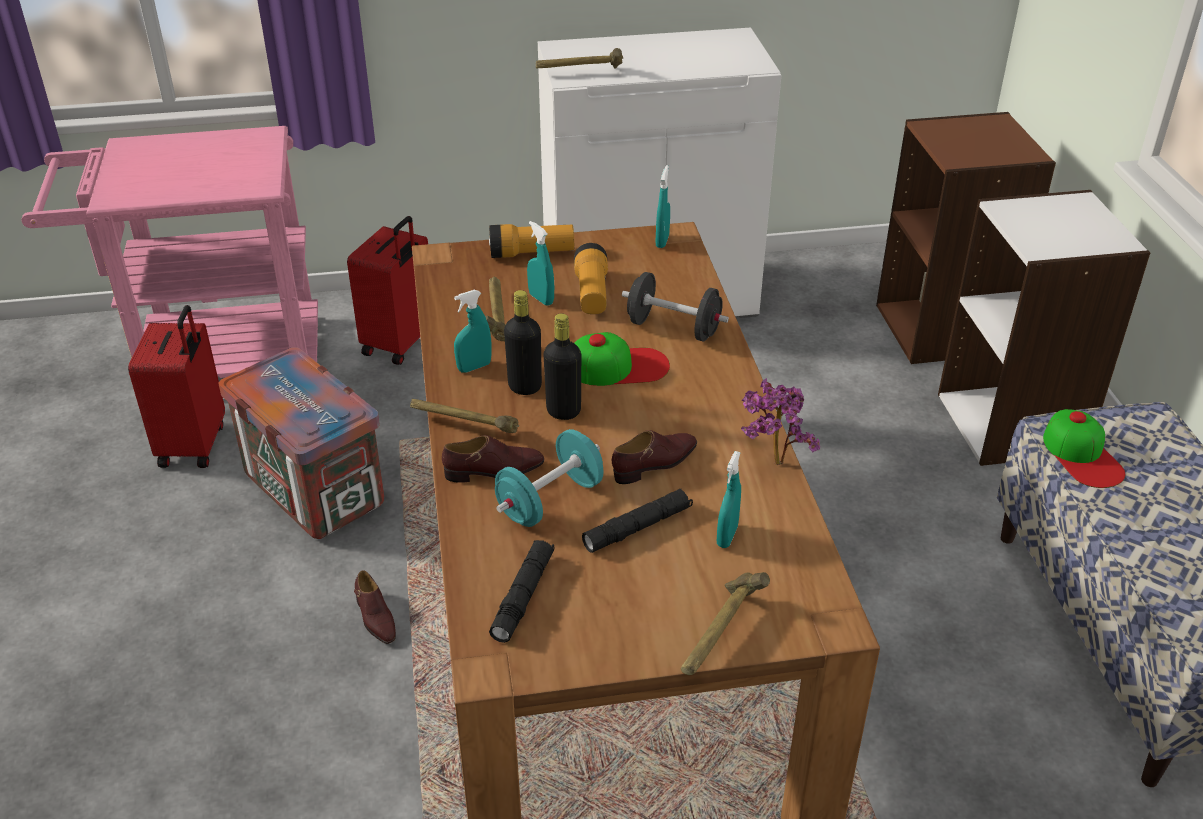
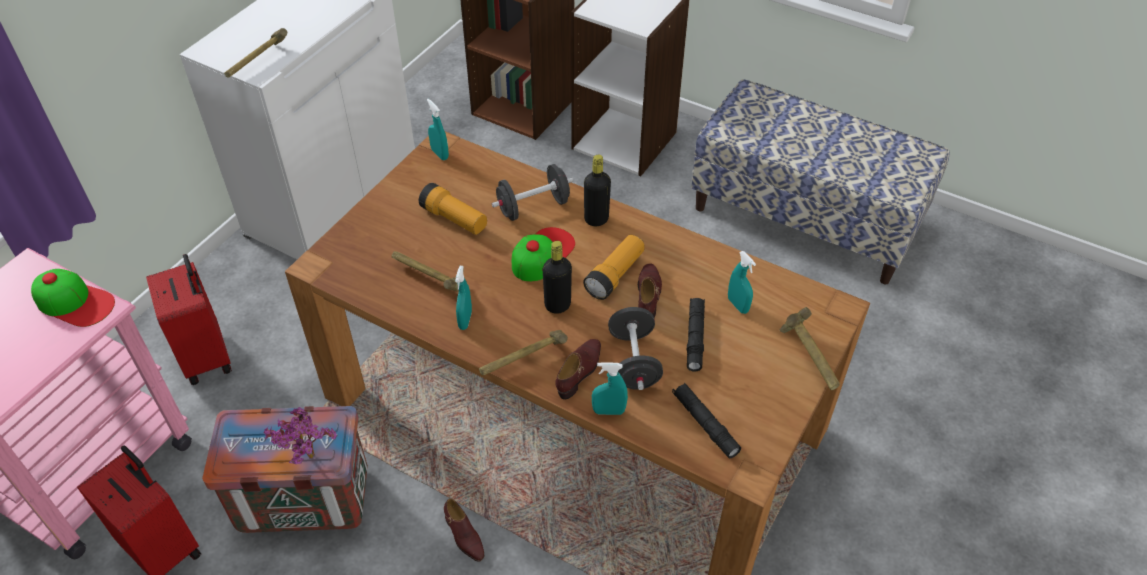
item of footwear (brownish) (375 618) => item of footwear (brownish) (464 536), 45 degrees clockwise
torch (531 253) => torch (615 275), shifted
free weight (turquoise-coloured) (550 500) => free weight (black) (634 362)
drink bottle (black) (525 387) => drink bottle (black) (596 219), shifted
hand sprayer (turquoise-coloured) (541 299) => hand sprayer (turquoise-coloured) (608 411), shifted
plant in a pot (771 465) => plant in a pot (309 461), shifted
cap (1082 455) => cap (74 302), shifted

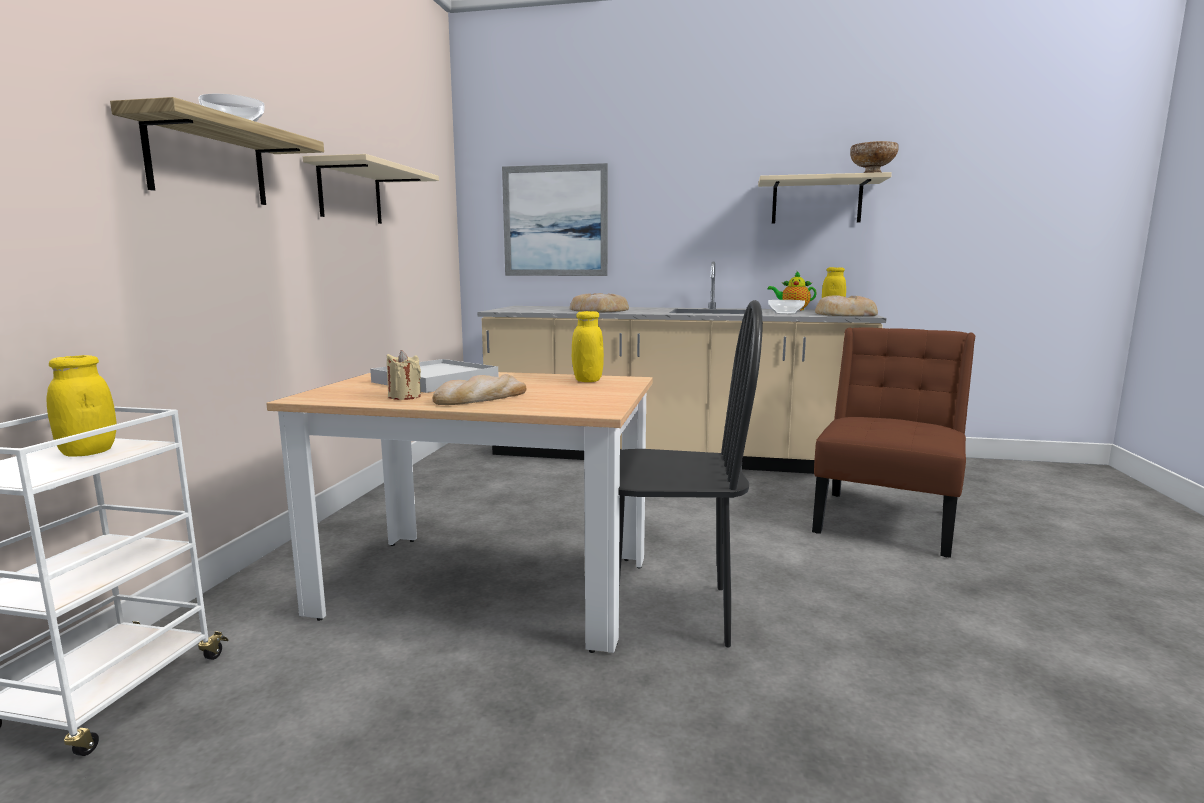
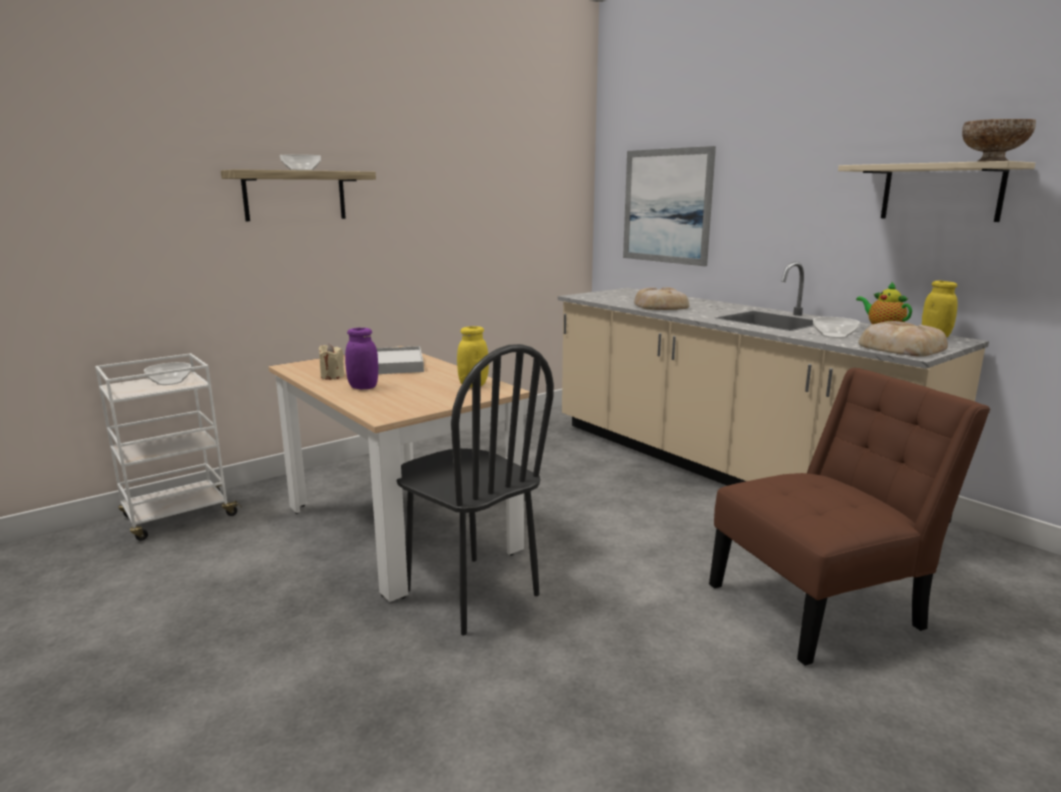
jar (yellowish) (88 452) => serving bowl (169 382)
bracket shelf (beige-coloured) (350 194) => nothing
bakery bread (481 398) => jar (purplish) (363 387)

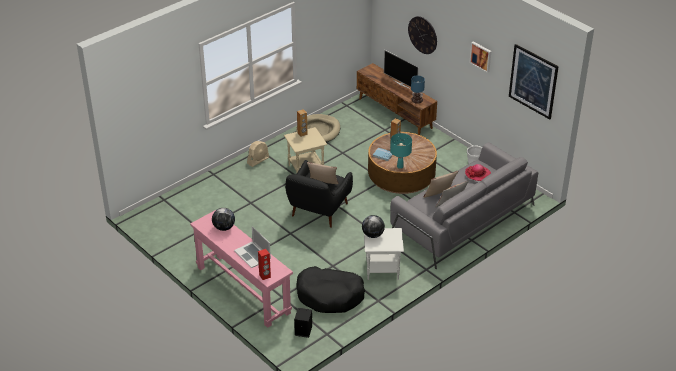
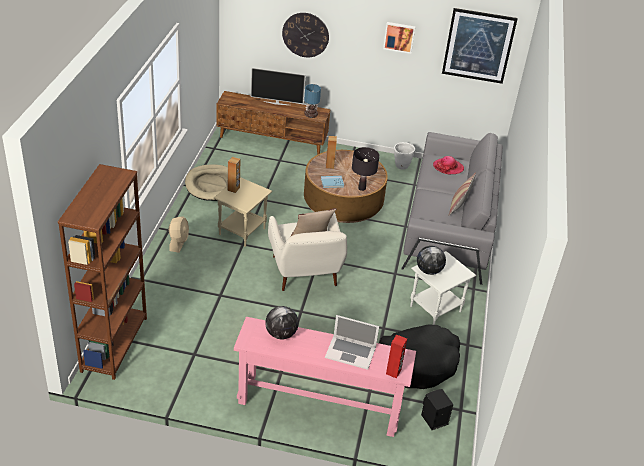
easy chair (black) (318 211) => easy chair (white) (305 273)
lamp for a table (turquoise-coloured) (400 166) => lamp for a table (black) (362 188)
pillow (beige-coloured) (439 195) => nothing
nothing => shelving unit (brownish) (114 344)

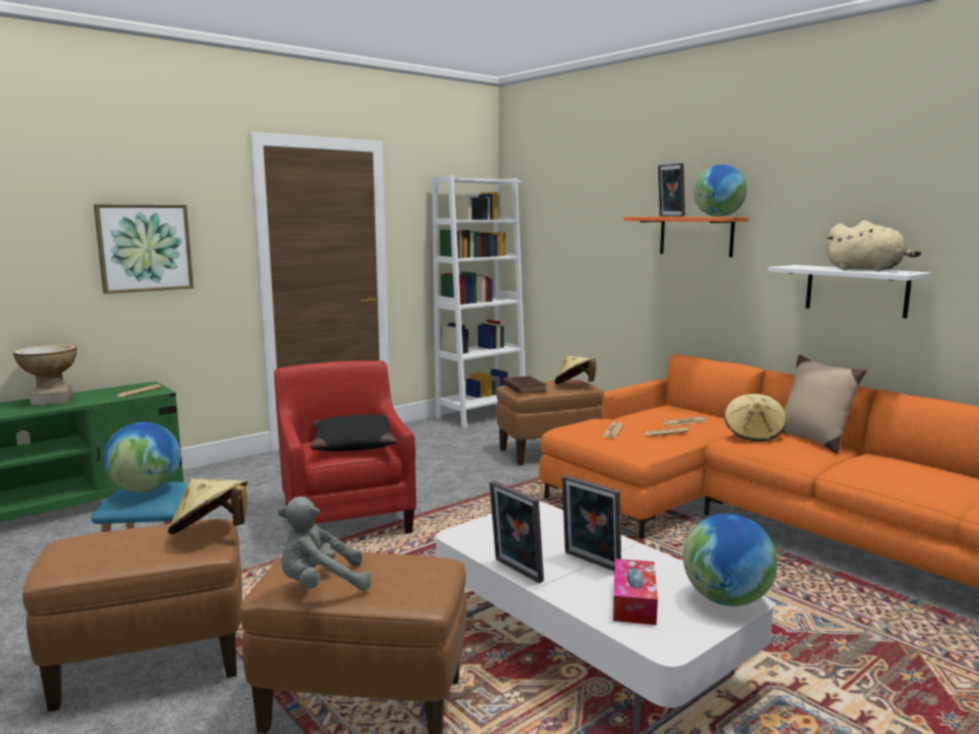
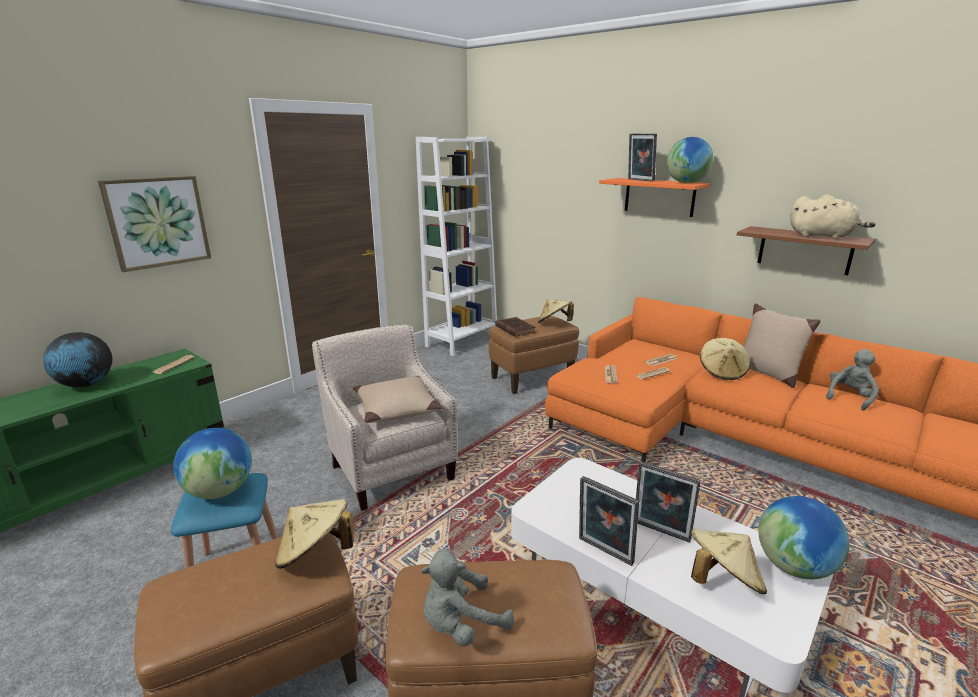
decorative vase (52 401) => world globe (86 384)
easy chair (red-coloured) (348 518) => easy chair (beige-coloured) (391 467)
pillow (black) (353 444) => pillow (beige-coloured) (396 408)
box of tissues (634 602) => hat (beige-coloured) (722 580)
bracket shelf (white) (856 290) => bracket shelf (brownish) (804 250)
nothing => cuddly toy (greyish) (849 397)

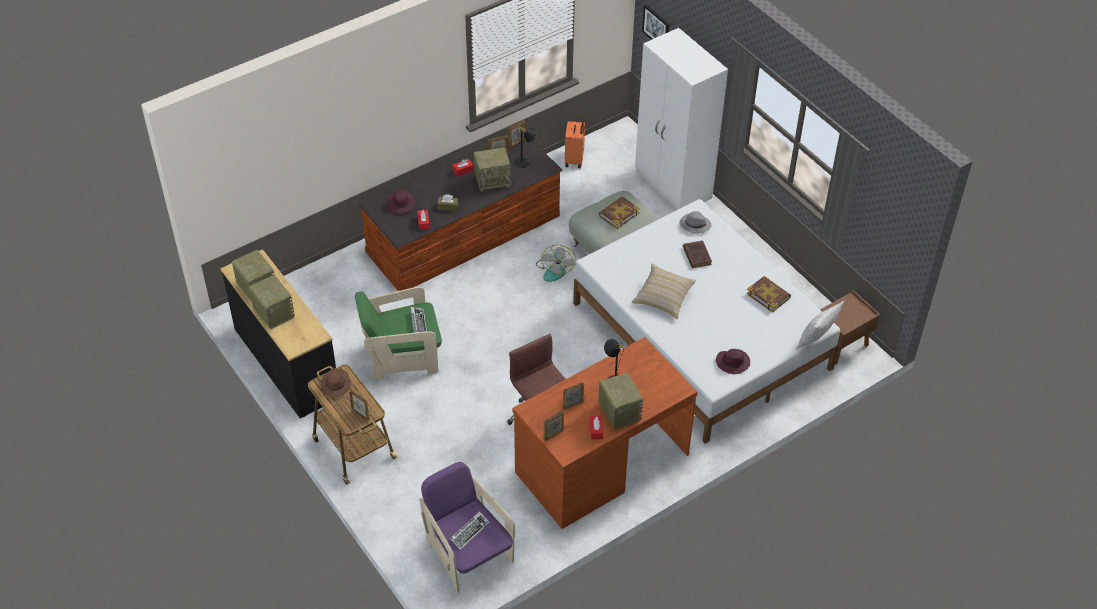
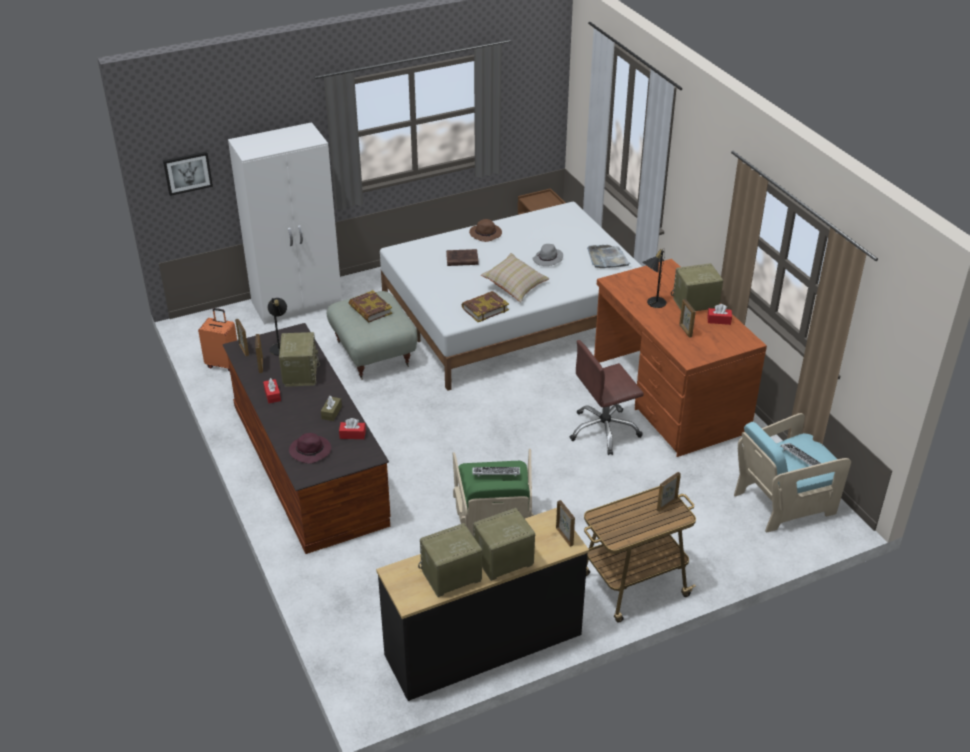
hat (brownish) (336 385) => hat (brownish) (486 234), shifted
easy chair (purplish) (467 553) => easy chair (turquoise-coloured) (783 502)
electric fan (555 269) => nothing
standing frame (553 435) => standing frame (564 536), shifted
hat (greyish) (694 225) => hat (greyish) (548 259), shifted
hat (purplish) (733 362) => carrying tray (greyish) (607 258)
bound book (768 296) => bound book (485 309), shifted
pillow (816 339) => nothing

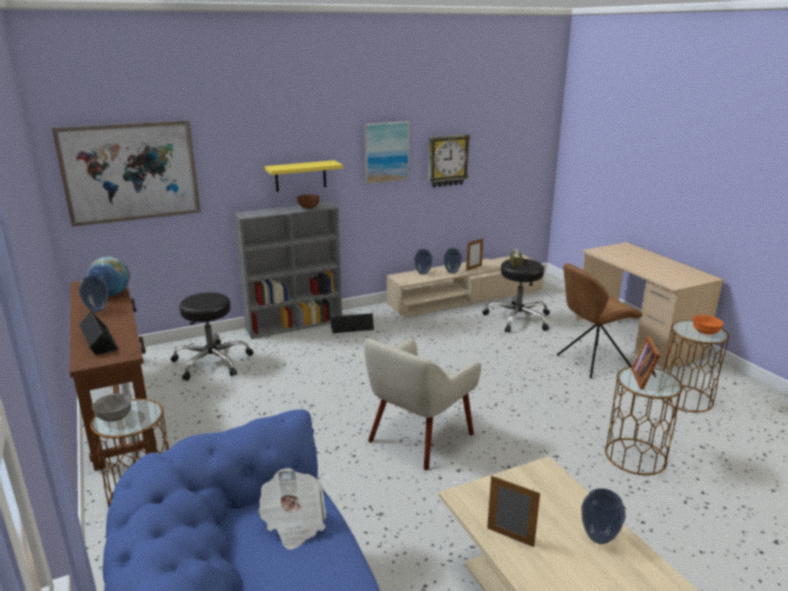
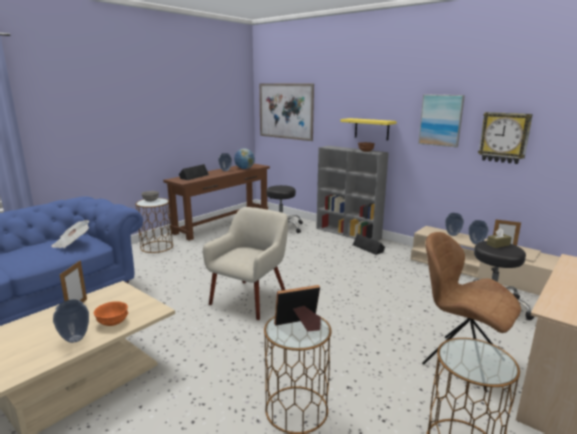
easy chair (beige-coloured) (418 437) => easy chair (beige-coloured) (250 298), 105 degrees clockwise
serving bowl (orange) (705 332) => serving bowl (orange) (113 322), shifted

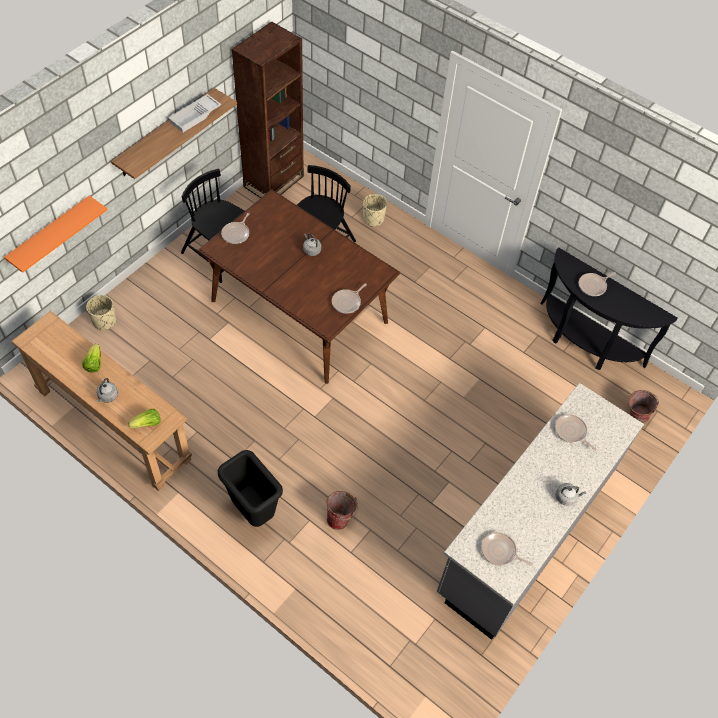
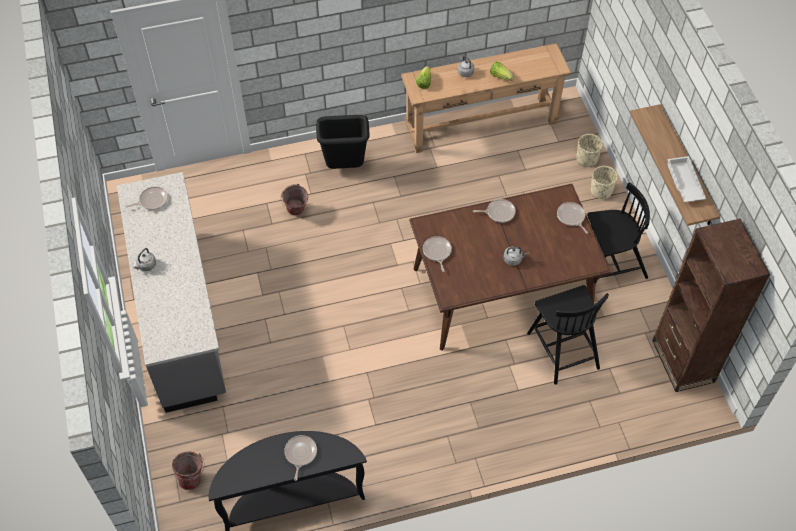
bracket shelf (orange) (51 234) => nothing
planter (beige-coloured) (373 219) => planter (beige-coloured) (601 191), shifted
frying pan (571 432) => frying pan (499 212), shifted

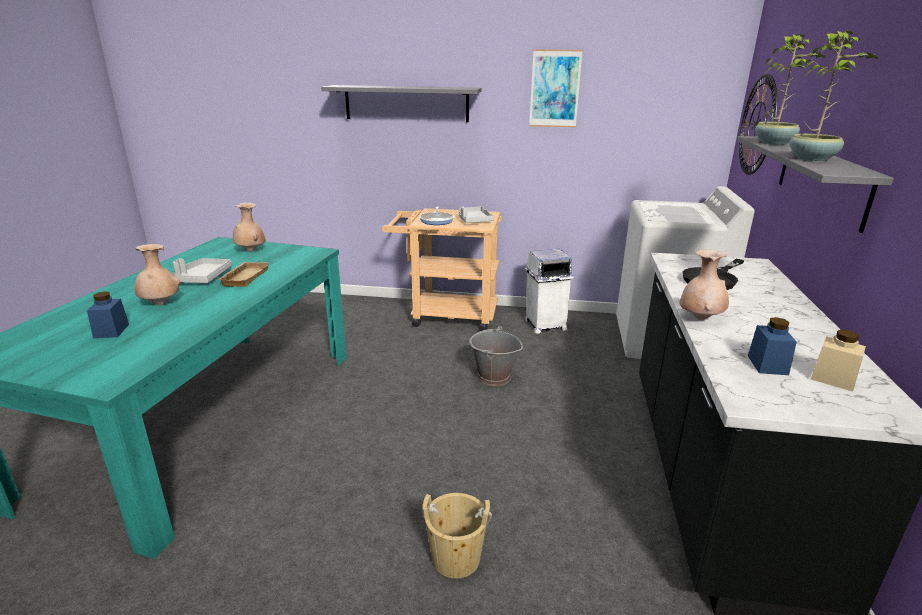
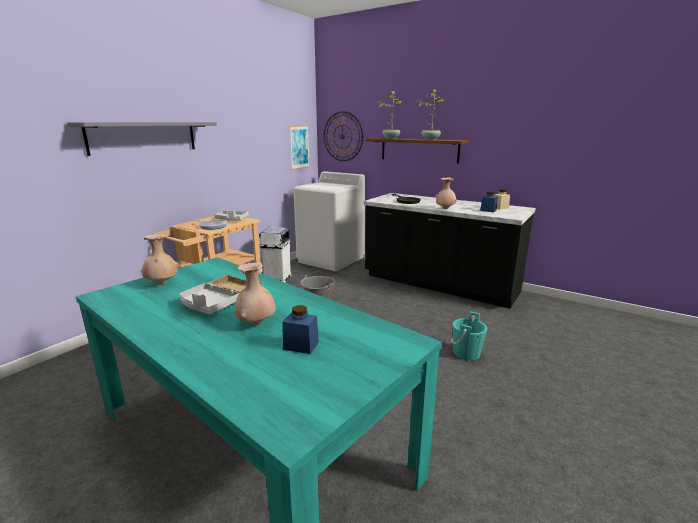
pail (beige-coloured) (456 558) => pail (turquoise-coloured) (466 353)
picture (555 89) => picture (299 147), shifted
bracket shelf (greyish) (822 179) => bracket shelf (brownish) (419 150)

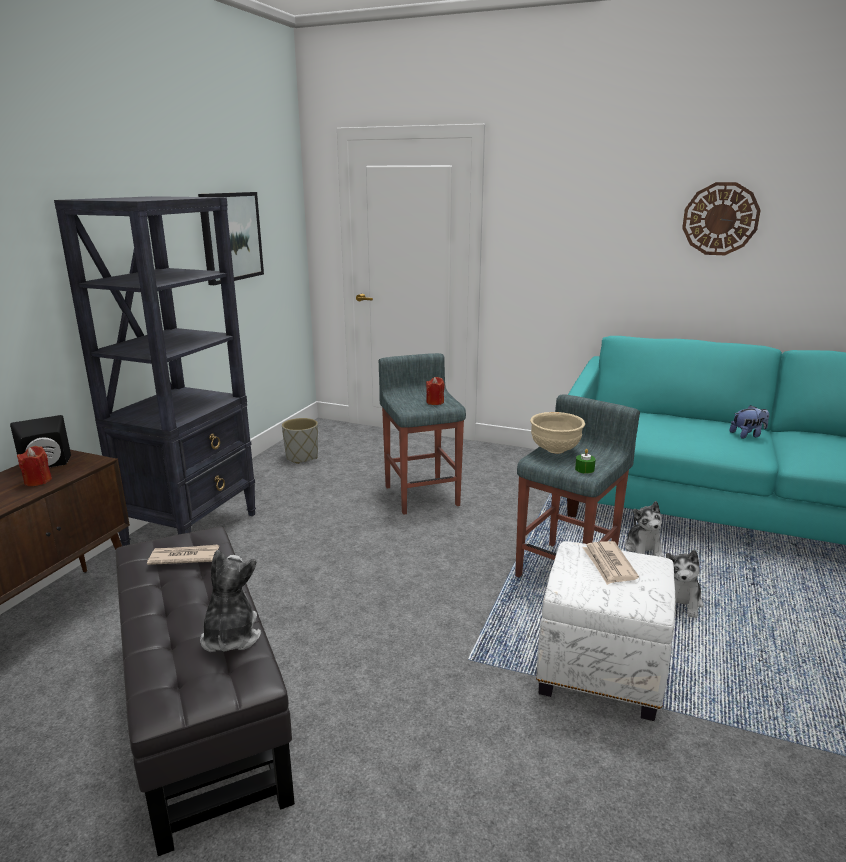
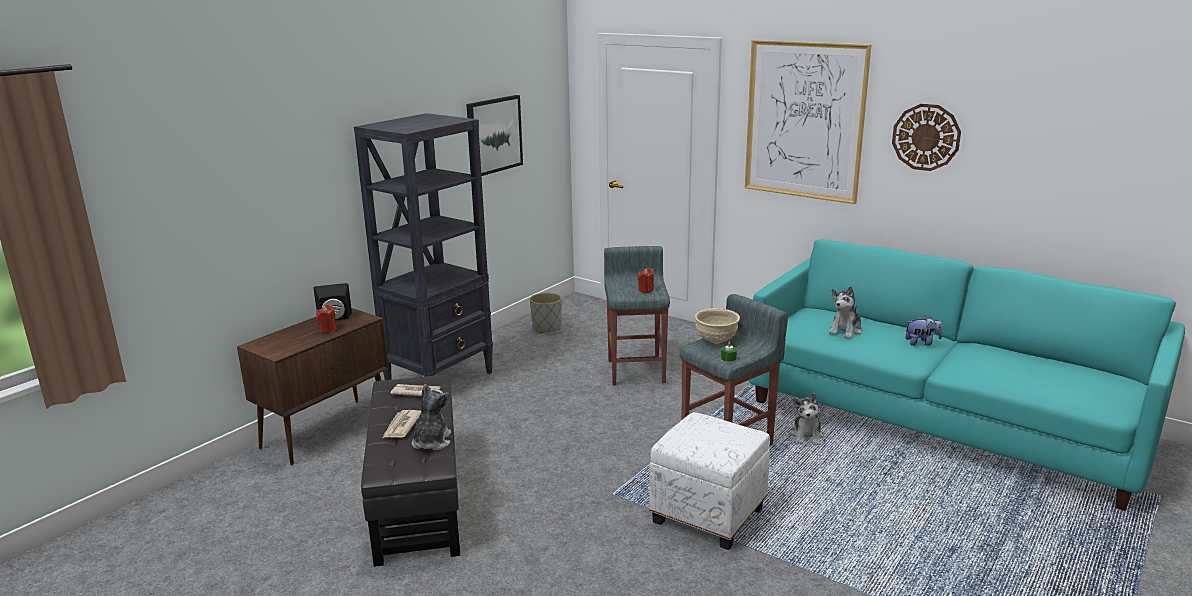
daily paper (609 565) => daily paper (401 426), shifted
cuddly toy (681 602) => cuddly toy (845 331), shifted
nothing => picture (804 120)

